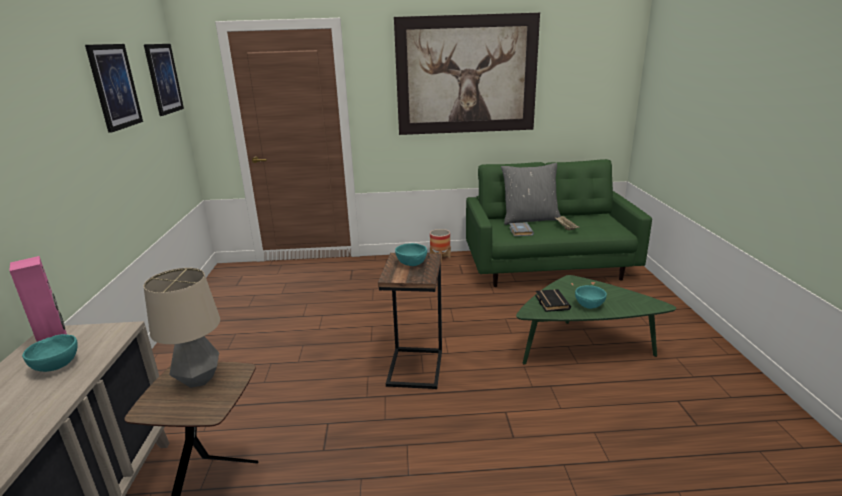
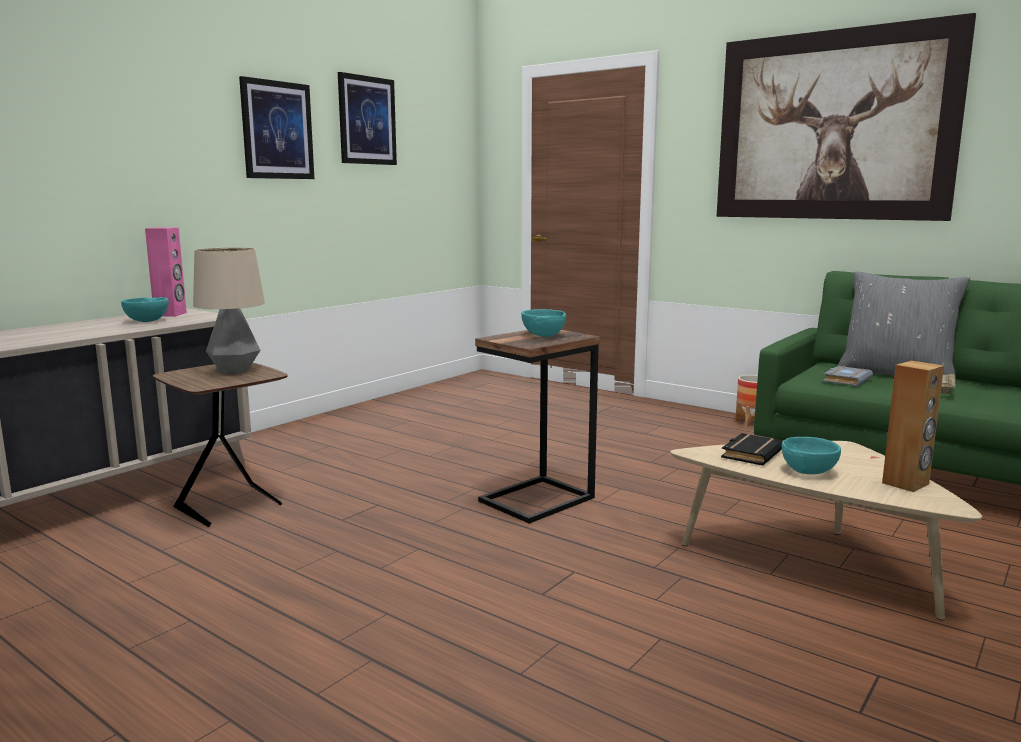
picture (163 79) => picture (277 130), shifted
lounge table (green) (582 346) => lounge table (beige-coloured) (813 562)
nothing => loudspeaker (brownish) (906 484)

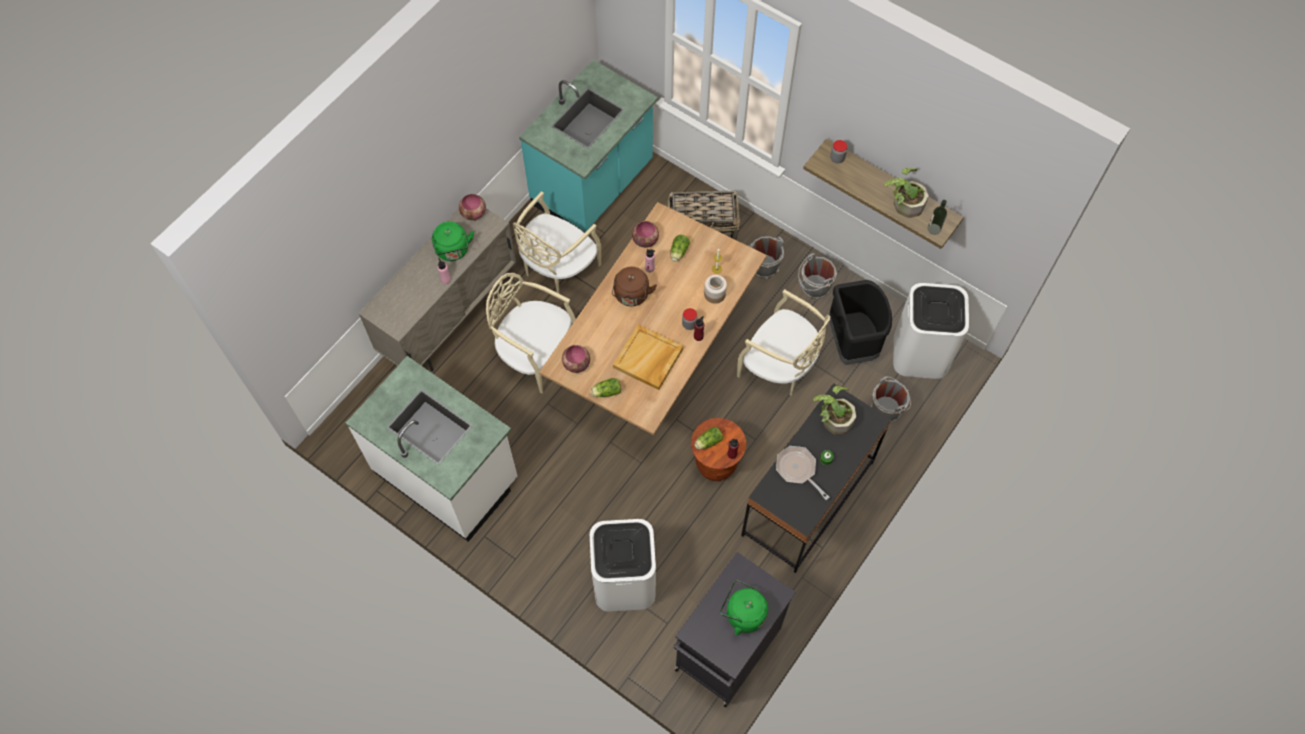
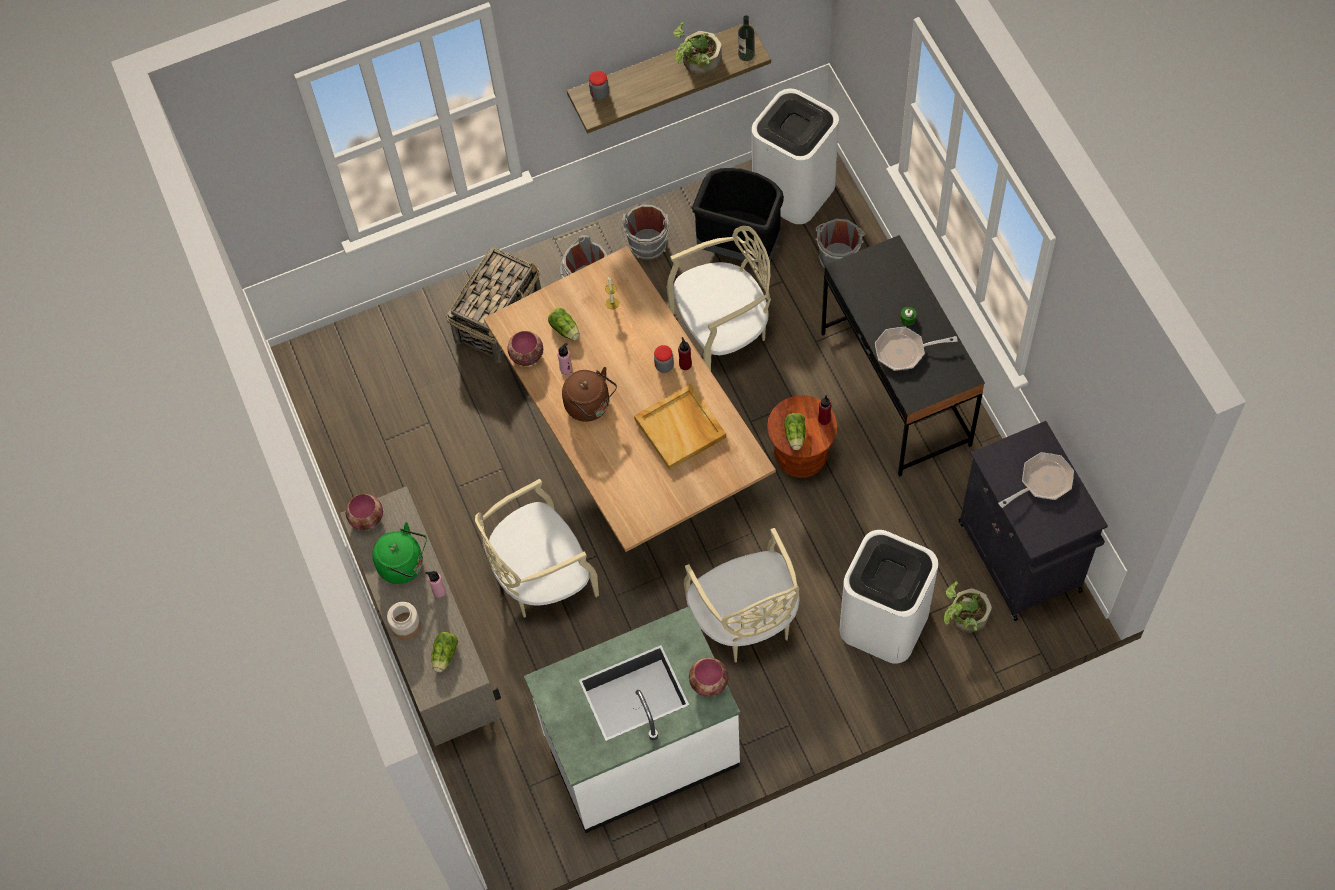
chair (beige-coloured) (558 267) => chair (beige-coloured) (745 620), shifted
kitchen counter (turquoise-coloured) (594 185) => nothing
serving bowl (575 364) => serving bowl (708 683), shifted
head of lettuce (605 392) => head of lettuce (444 656), shifted
jar (714 294) => jar (406 626), shifted
tea kettle (green) (742 614) => frying pan (1042 482)
plant in a pot (833 418) => plant in a pot (964 617), shifted

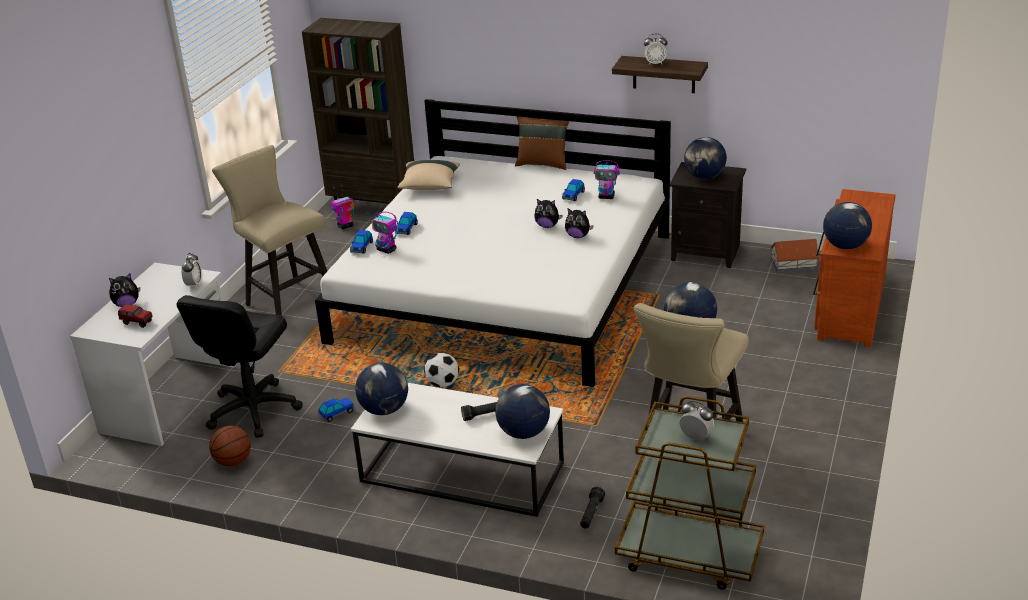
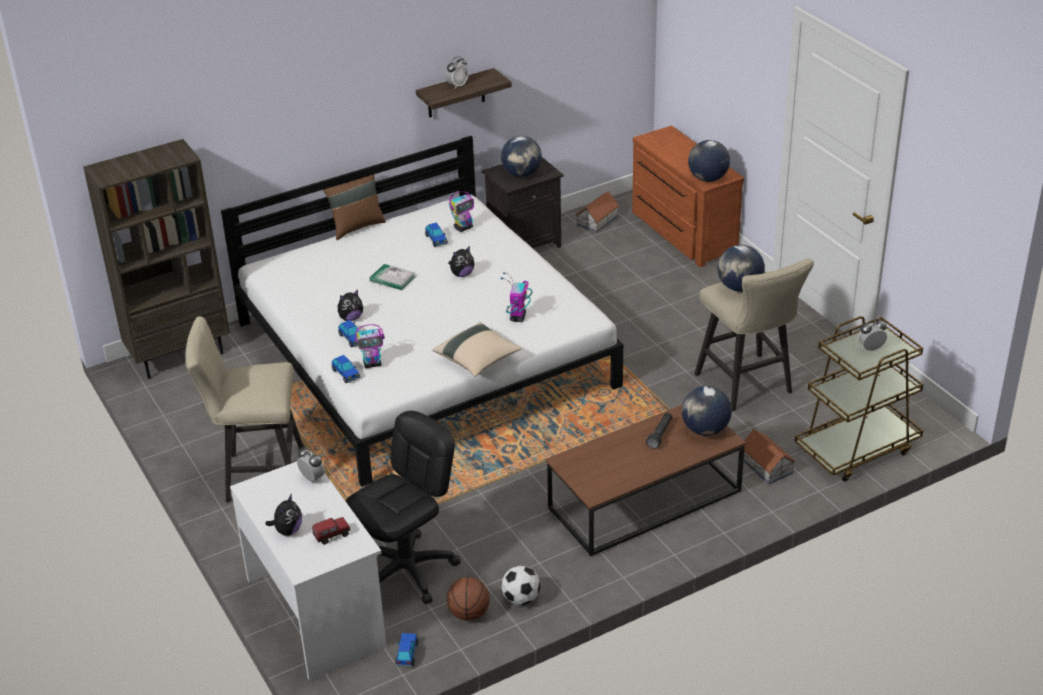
office chair (black) (253 410) => office chair (black) (407 570), 105 degrees counterclockwise
toy car (337 413) => toy car (407 654), shifted
toy robot (345 226) => toy robot (518 317), shifted
lounge table (white) (462 473) => lounge table (brownish) (644 500)
world globe (385 410) => nothing
pillow (beige-coloured) (429 186) => pillow (beige-coloured) (477 360), shifted
ball for football (443 384) => ball for football (521 599), shifted
cuddly toy (578 236) => cuddly toy (351 318), shifted
torch (black) (591 514) => toy house (766 466)
nothing => bound book (392 279)

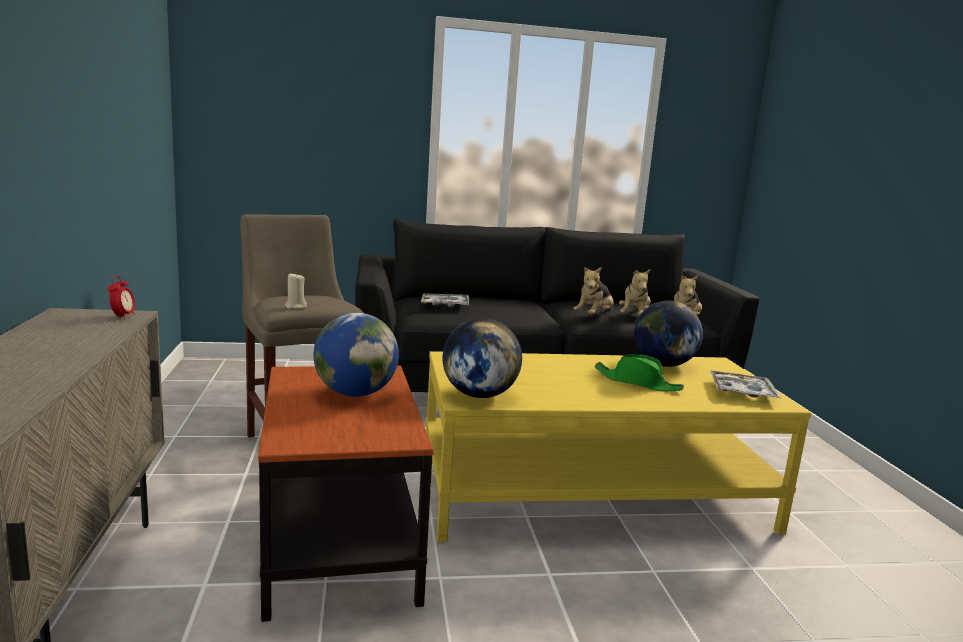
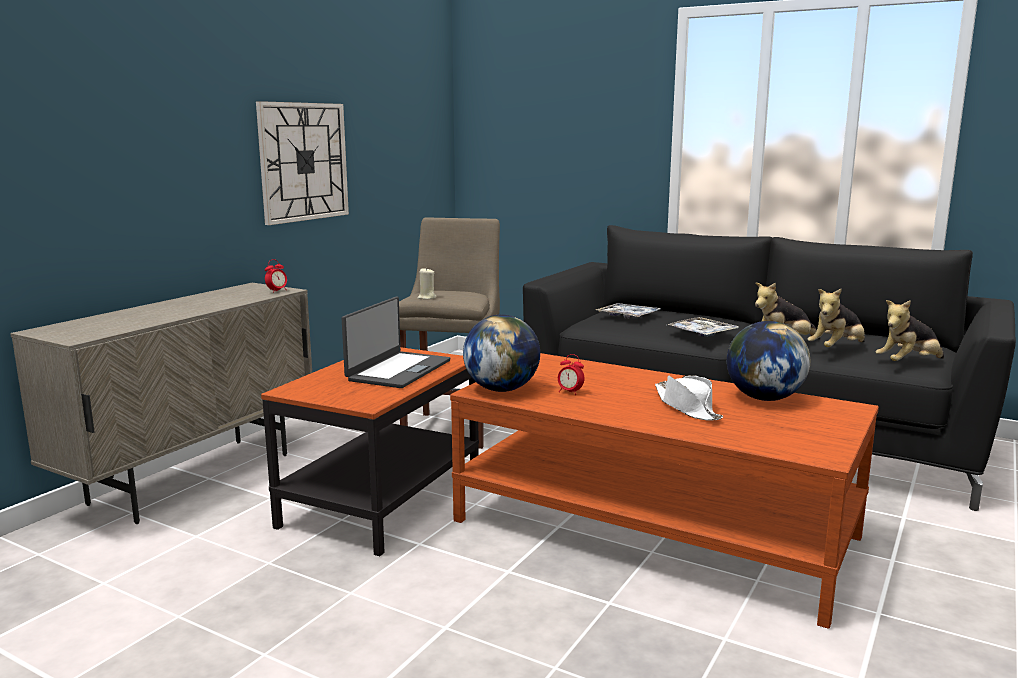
world globe (355 393) => portable computer (398 370)
lounge table (yellowish) (593 494) => lounge table (brownish) (654 529)
hat (green) (637 383) => hat (white) (687 407)
carrying tray (742 392) => carrying tray (702 333), shifted
nothing => clock on the wall (303 162)
nothing => table clock (570 392)

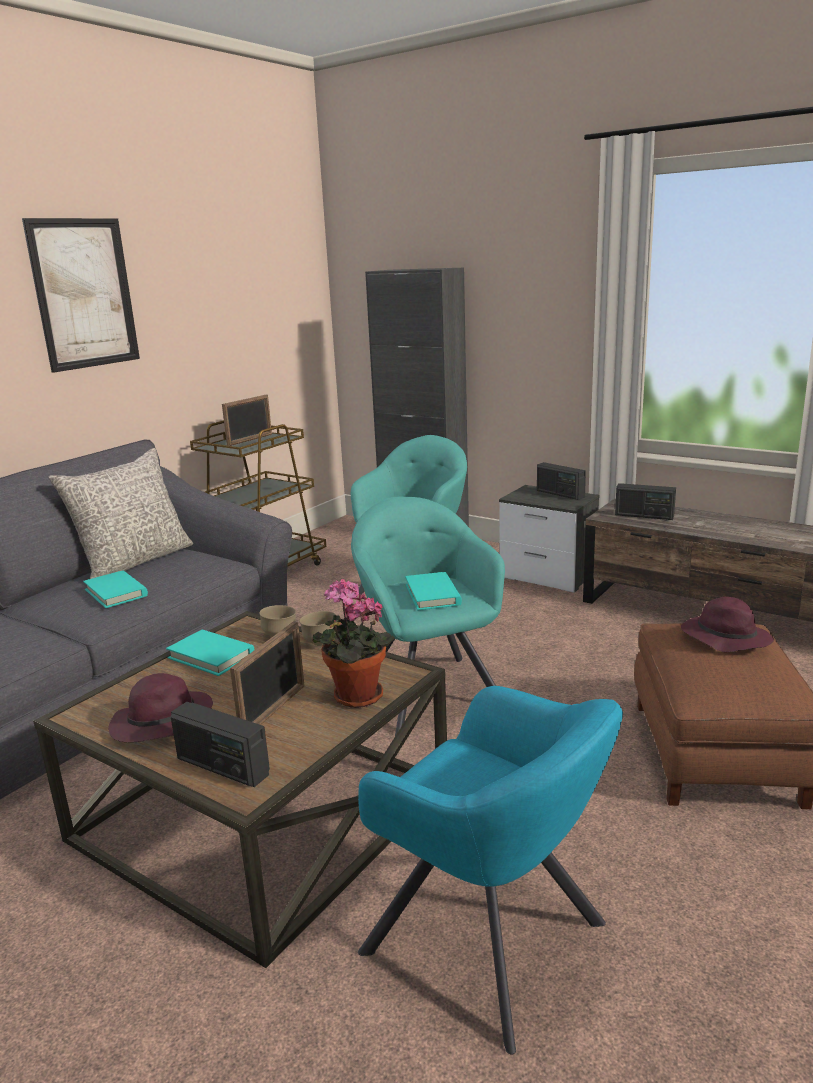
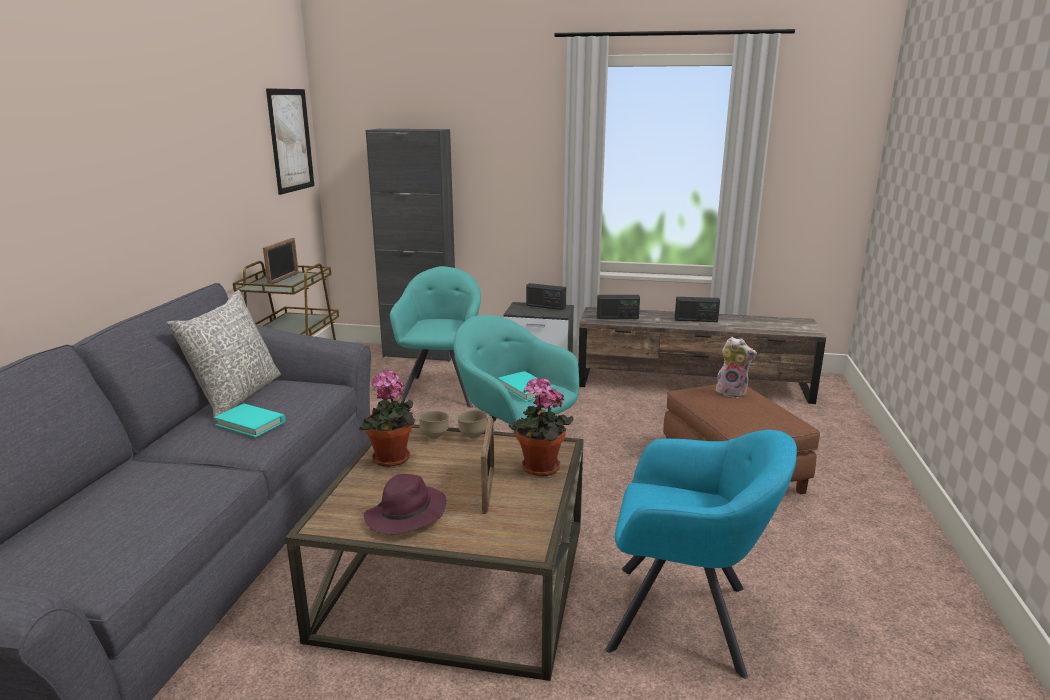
picture (84 294) => picture (290 140), shifted
bound book (turquoise-coloured) (211 656) => plant in a pot (392 460)
radio (222 767) => radio (696 320), shifted
hat (purplish) (724 638) => cuddly toy (732 392)

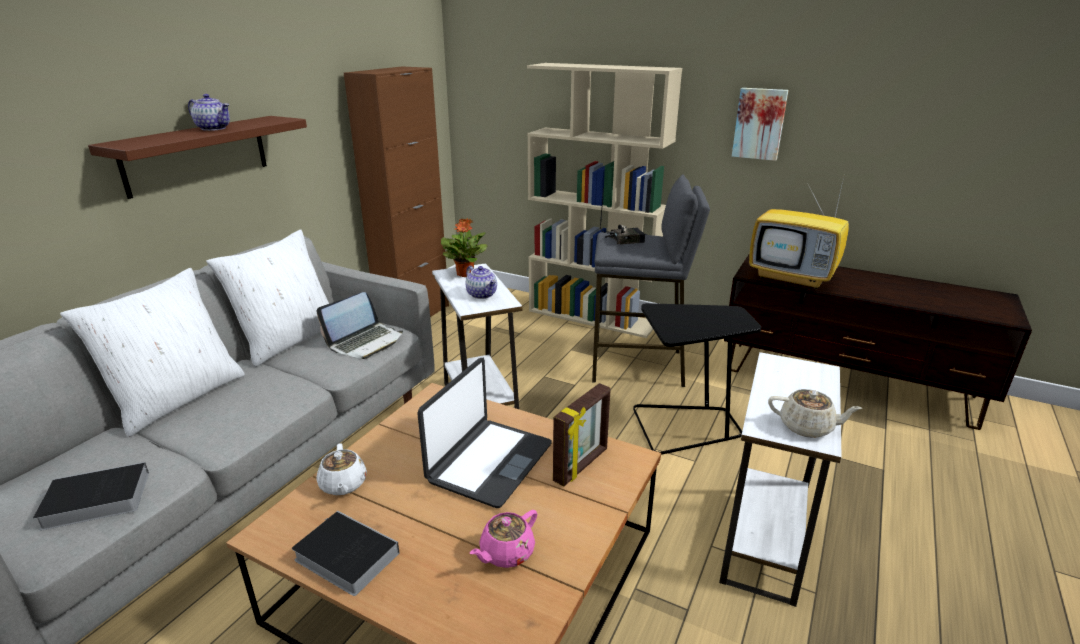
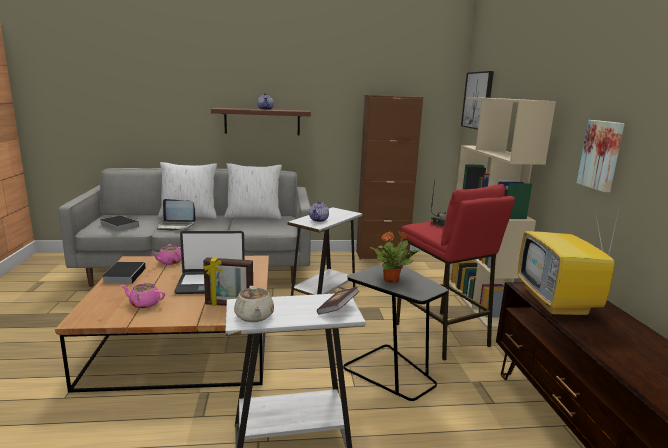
tea pot (white) (343 485) => tea pot (pinkish) (170 262)
portable computer (365 342) => portable computer (176 226), shifted
plant in a pot (465 274) => plant in a pot (391 280), shifted
stool seat (greyish) (638 366) => stool seat (red-coloured) (441 335)
nothing => bound book (337 309)
nothing => picture (478 100)

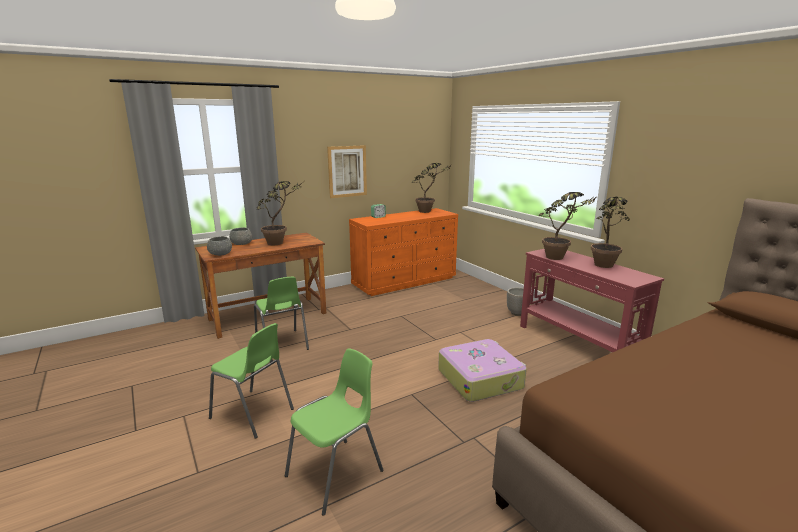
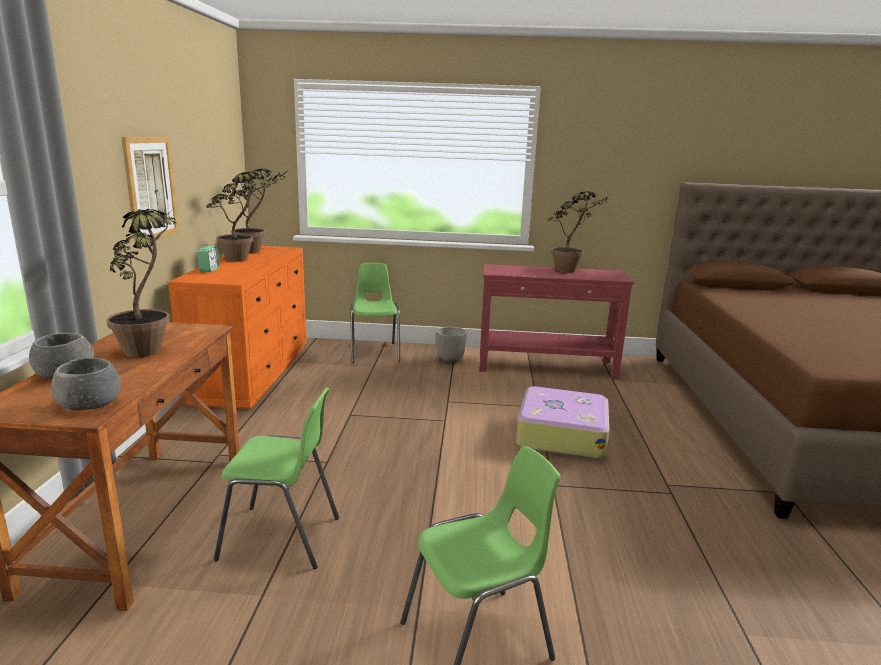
chair (green) (336 474) => chair (green) (374 352), shifted
plant in a pot (559 259) => plant in a pot (244 259), shifted

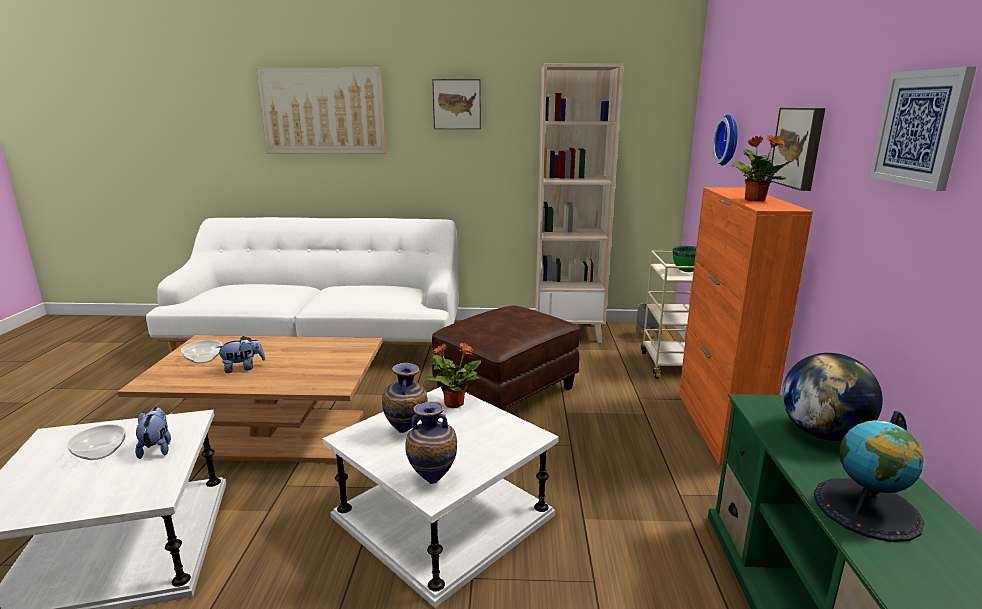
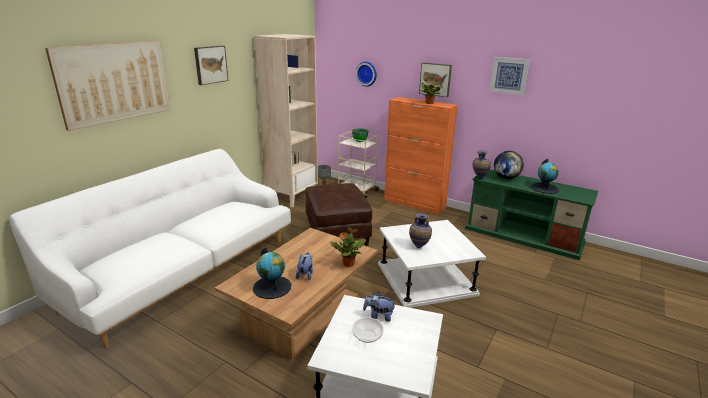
serving bowl (203 359) => world globe (272 287)
decorative vase (433 479) => decorative vase (479 177), shifted
plant in a pot (453 403) => plant in a pot (348 264), shifted

